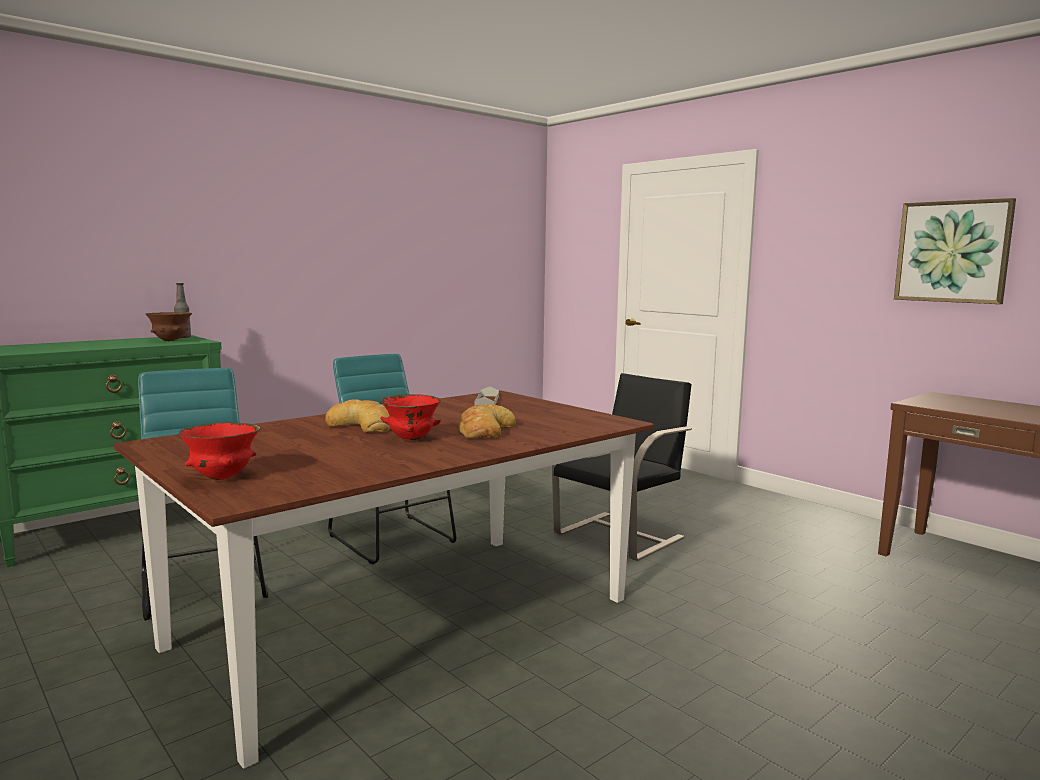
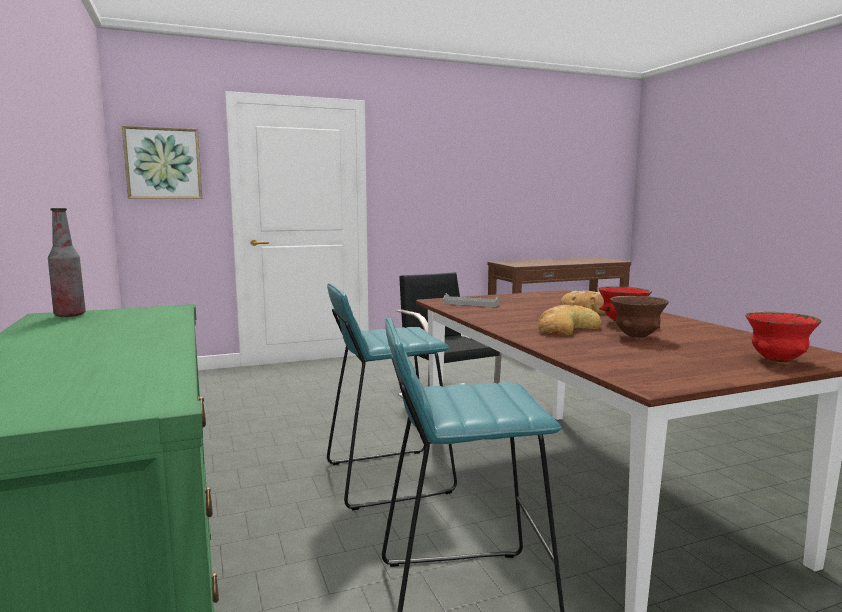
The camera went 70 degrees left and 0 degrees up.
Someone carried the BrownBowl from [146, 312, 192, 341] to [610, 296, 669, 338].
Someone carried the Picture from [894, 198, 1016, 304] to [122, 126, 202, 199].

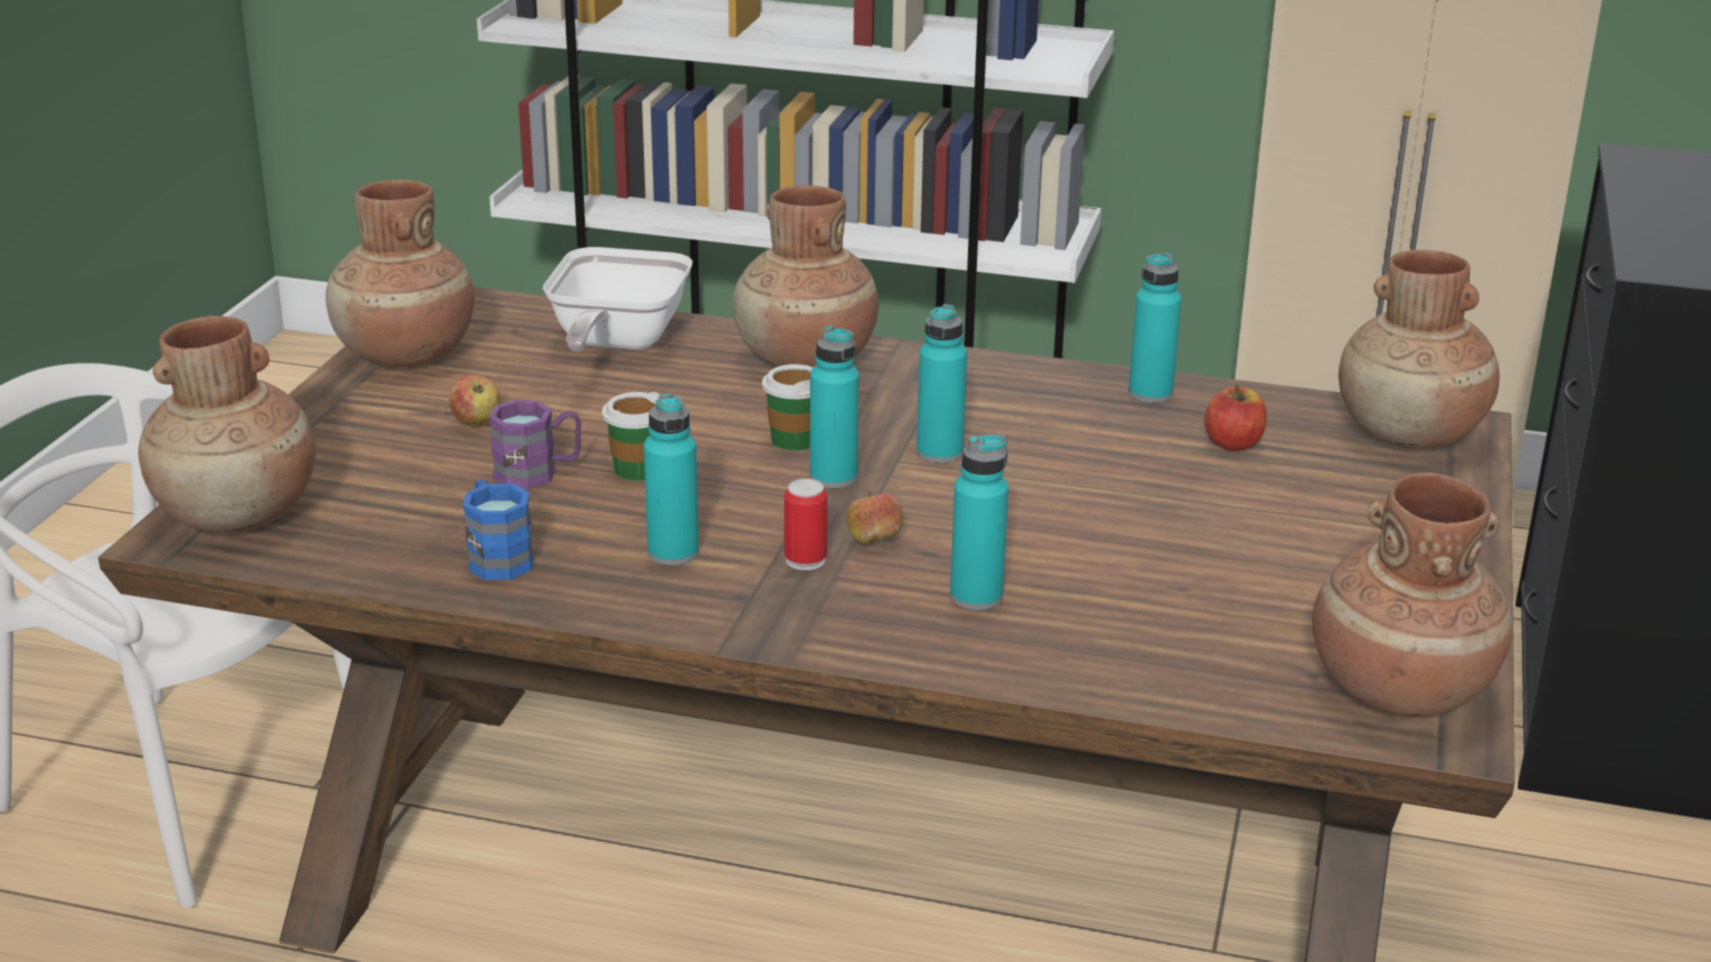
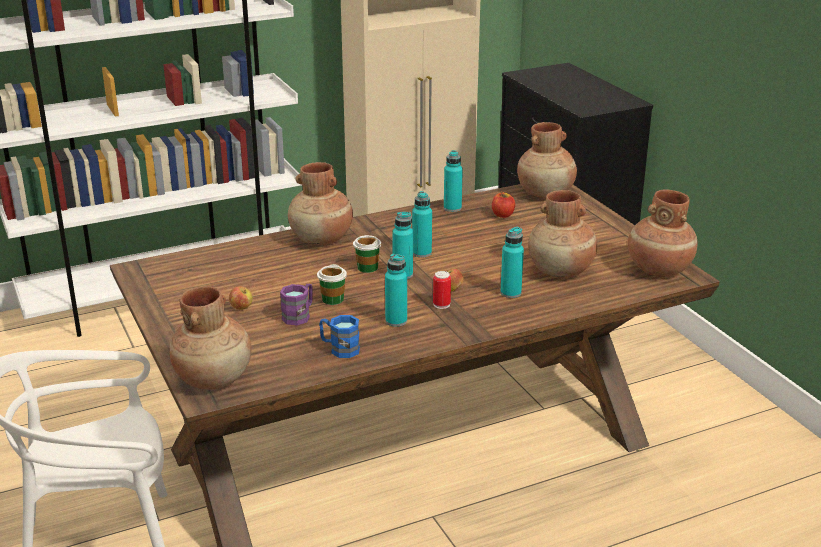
The camera went 40 degrees left and 0 degrees up.
Someone carried the BrownVase from [326, 179, 475, 367] to [528, 190, 597, 278].
Someone took away the FryingPan at [543, 247, 693, 352].

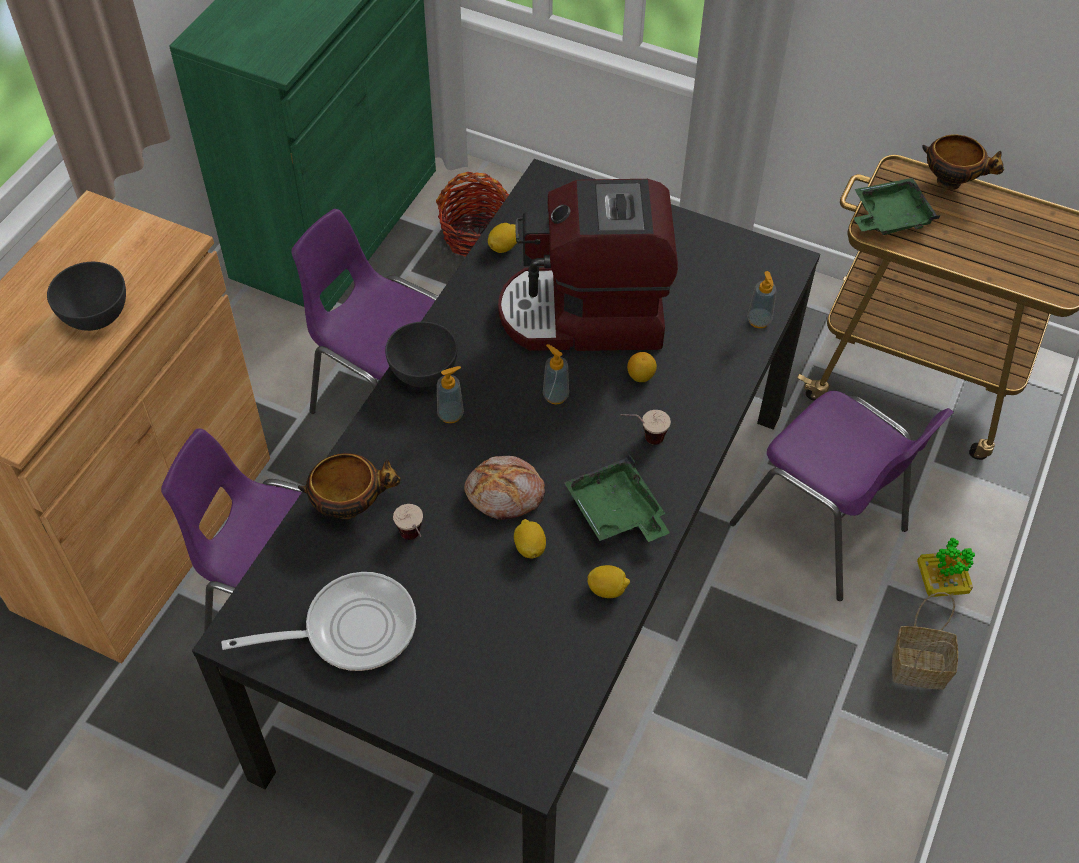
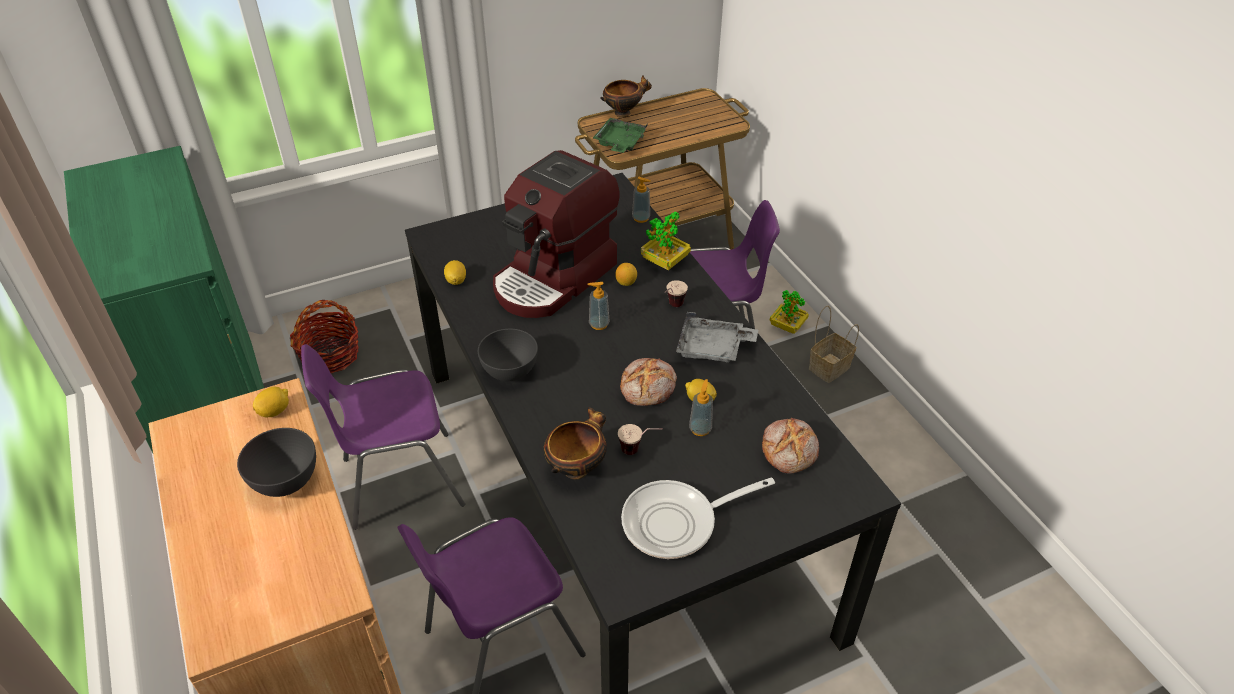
The camera went 50 degrees left and 10 degrees down.
Someone rotated the FryingPan at [221, 572, 416, 671] by 135 degrees counterclockwise.
Someone carried the SoapDispenser from [437, 366, 464, 423] to [689, 379, 713, 436].
Someone repainted the GreenTray at [564, 454, 670, 542], which became the GreyTray at [676, 312, 758, 363].
Someone carried the Lemon from [587, 565, 630, 598] to [253, 387, 289, 417].
Someone put down the PottedPlant at [641, 212, 691, 270].
Someone put down the Bread at [762, 418, 819, 474].

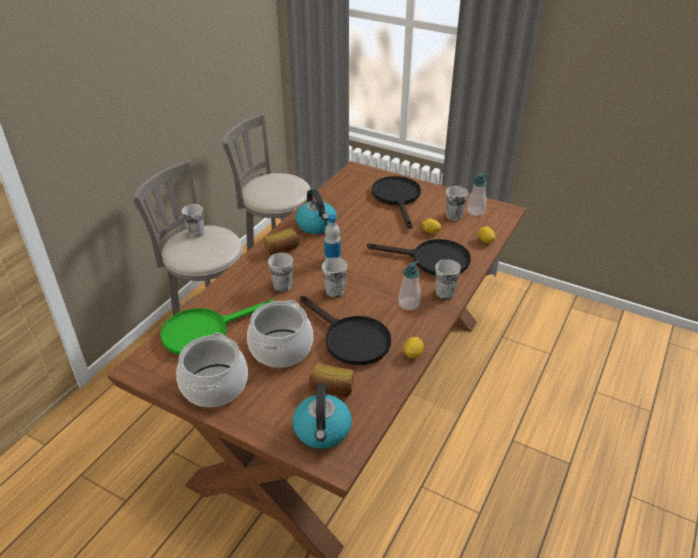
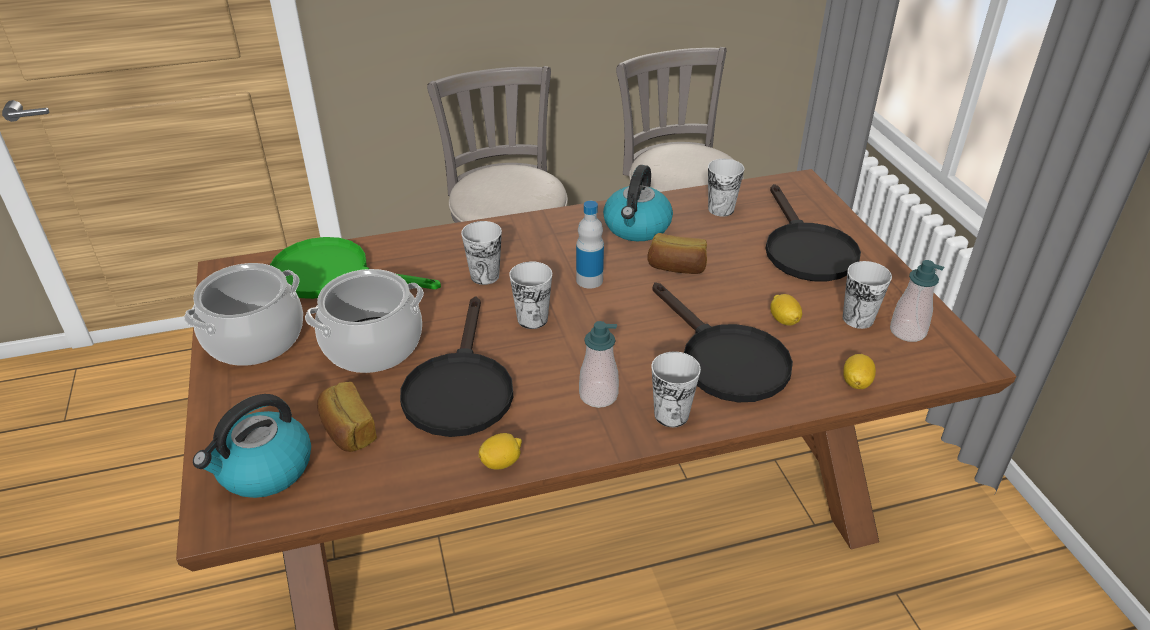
The camera went 45 degrees right and 0 degrees up.
Someone carried the Cup from [182, 204, 204, 238] to [708, 159, 744, 217].
Someone carried the Bread from [264, 228, 300, 256] to [647, 233, 707, 274].
Someone rotated the BlackFryingPan at [372, 176, 421, 229] by 135 degrees clockwise.

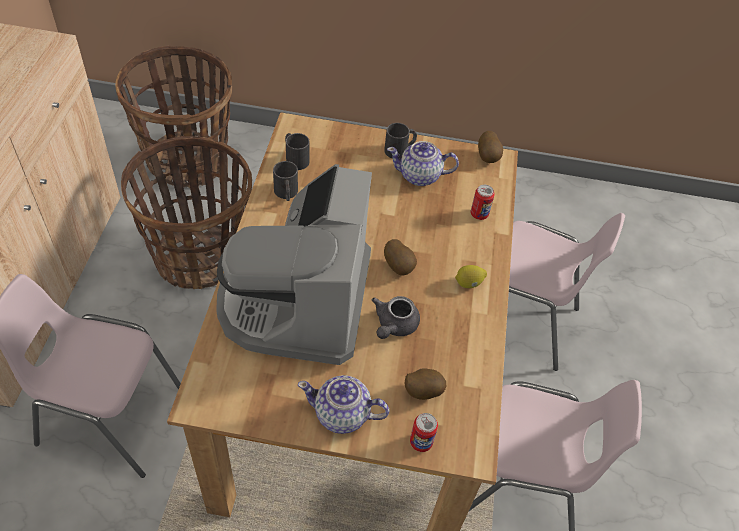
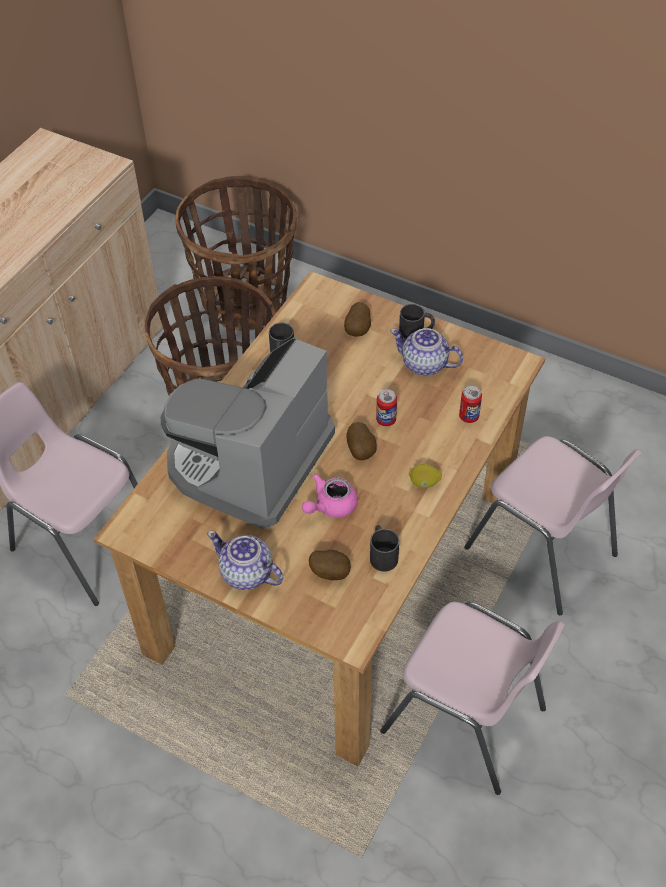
The camera went 25 degrees right and 0 degrees up.
Someone carried the BlackMug from [285, 133, 309, 170] to [370, 525, 399, 572].
Someone repainted the GreyTeapot at [372, 296, 420, 339], which became the PinkTeapot at [302, 473, 358, 518].
Someone carried the Can from [410, 413, 438, 452] to [376, 389, 397, 427].
Someone carried the Potato from [478, 131, 503, 163] to [344, 302, 371, 337].

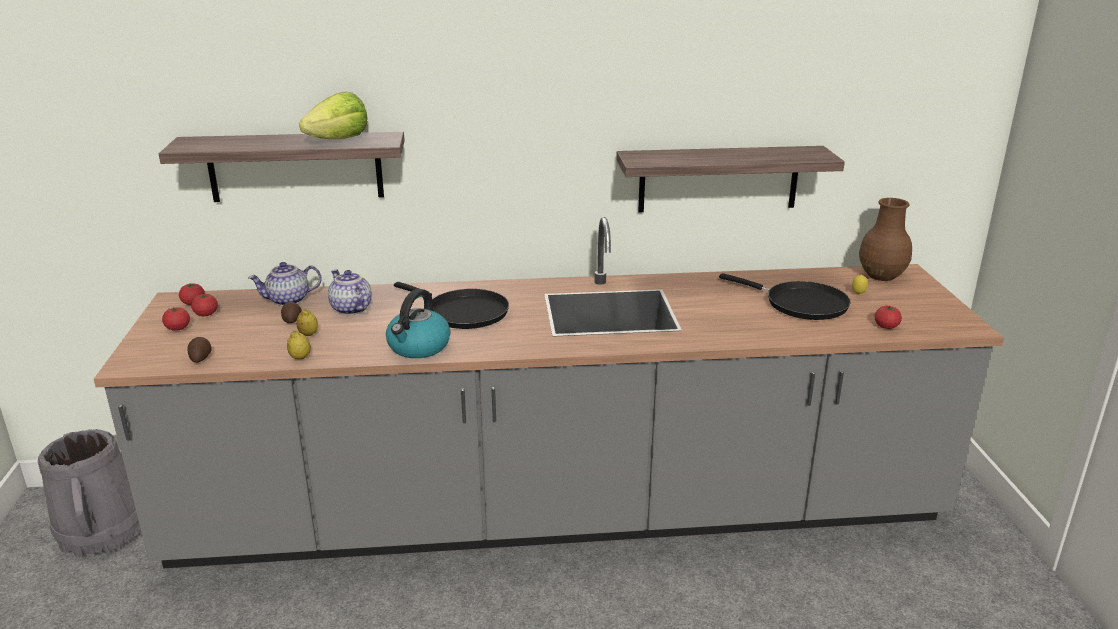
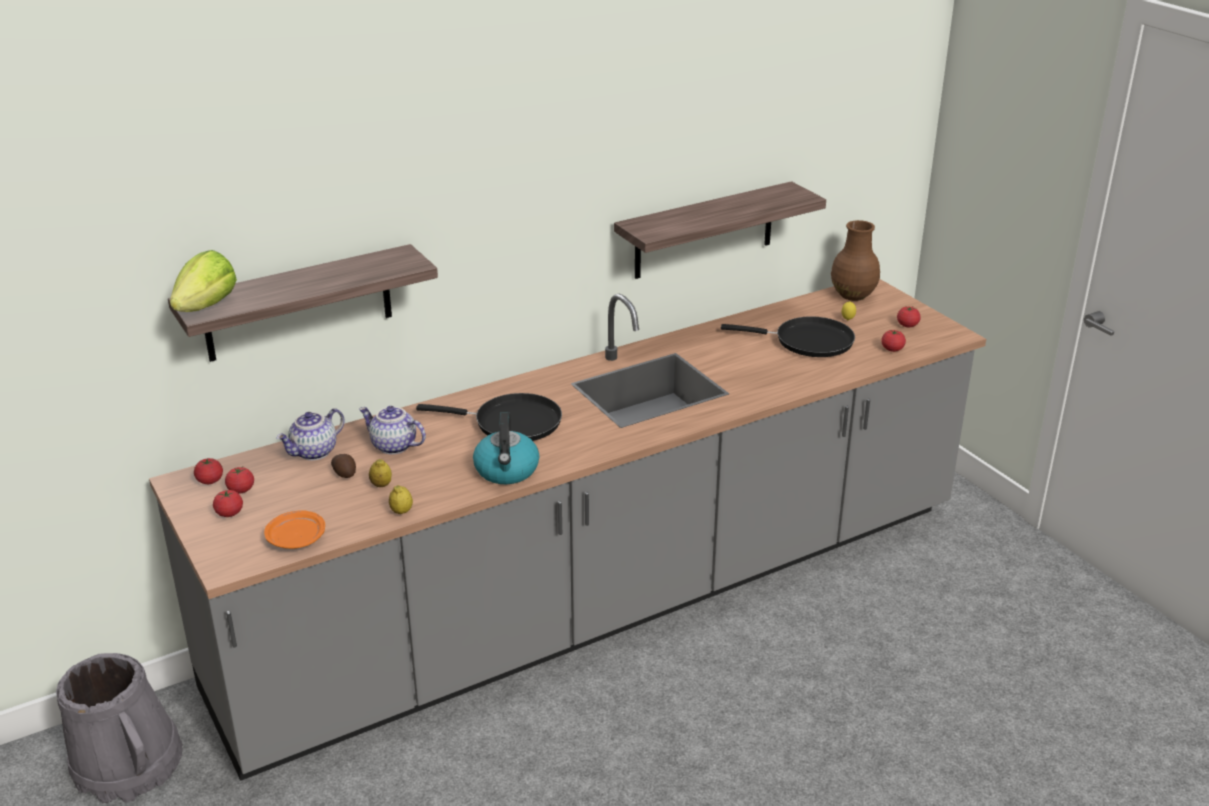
The camera went 25 degrees left and 5 degrees up.
Someone swapped the Potato at [187, 337, 212, 363] for the OrangePlate at [264, 510, 325, 549].
Someone carried the Lettuce from [299, 92, 368, 139] to [170, 250, 237, 312].
Someone put down the Tomato at [897, 306, 921, 327].

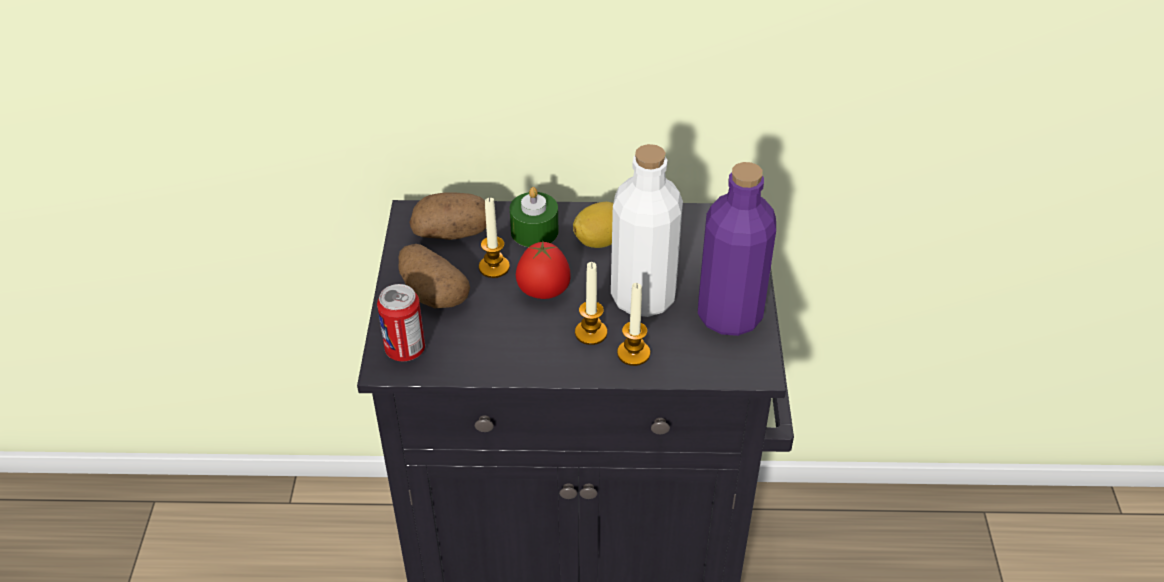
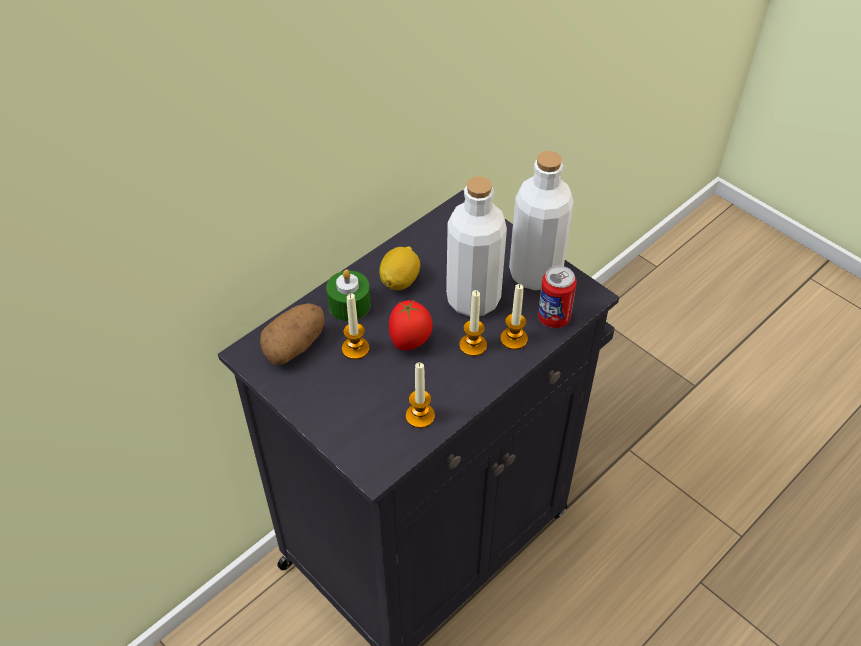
The camera went 45 degrees left and 5 degrees up.
Someone carried the Can from [377, 284, 425, 361] to [538, 266, 577, 328].
Someone took away the Potato at [398, 244, 470, 308].
Someone repainted the PurpleBottle at [698, 162, 776, 336], which became the WhiteBottle at [509, 151, 574, 290].
Someone put down the Candle at [406, 362, 435, 428].

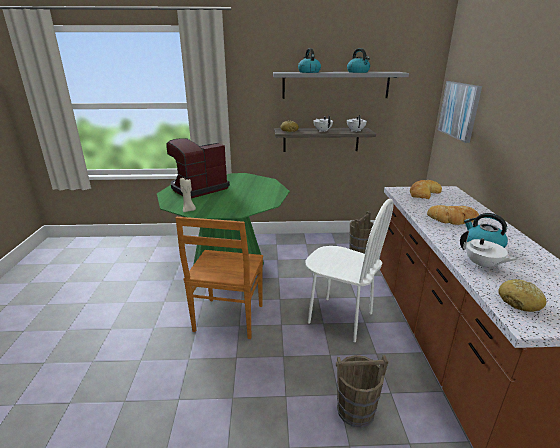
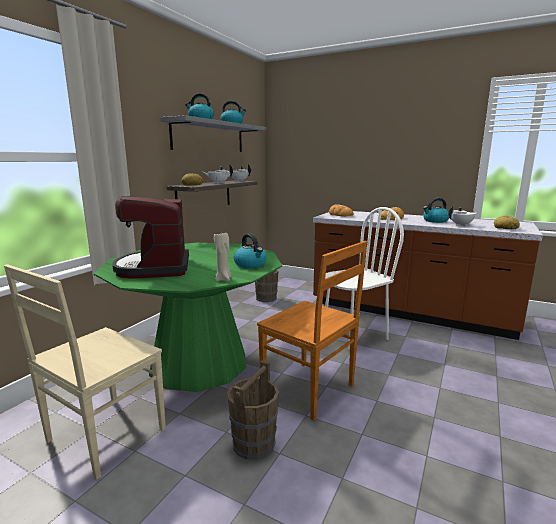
The camera went 60 degrees left and 10 degrees down.
Someone carried the BrownBucket from [336, 355, 388, 428] to [227, 361, 279, 460].
Someone took away the Picture at [438, 81, 482, 143].
Someone put down the BeigeChair at [4, 264, 166, 480].
Someone put down the Kettle at [234, 233, 267, 268].

